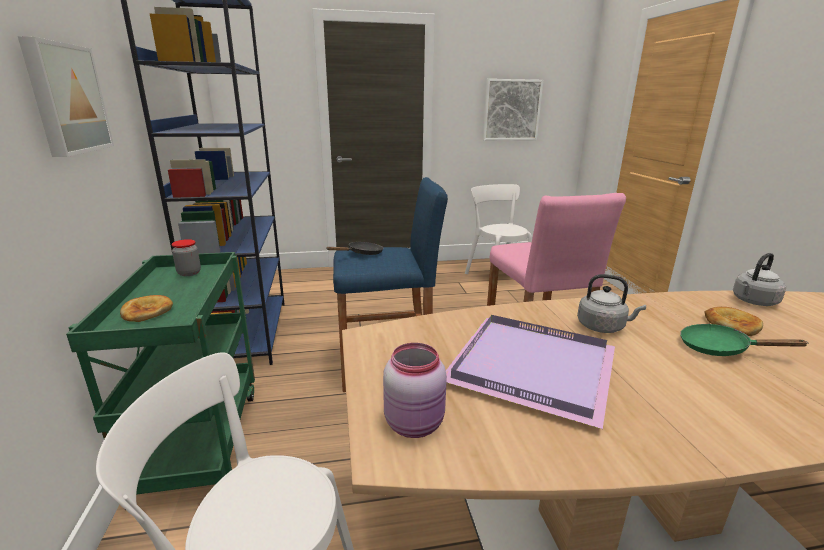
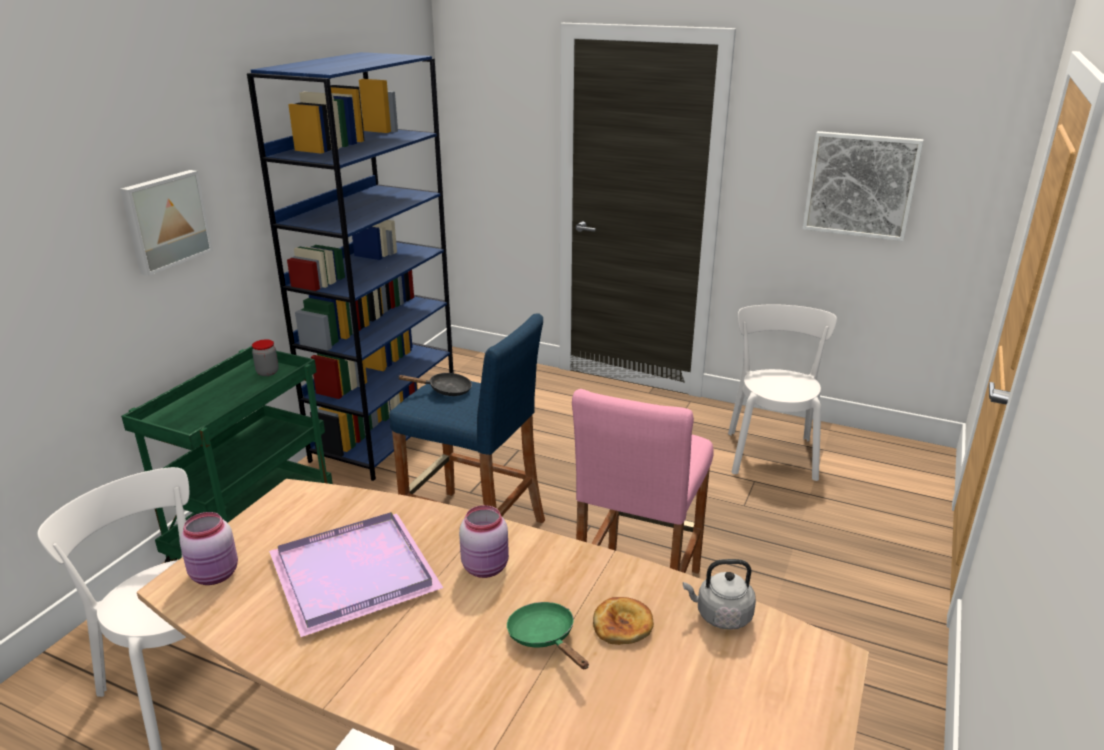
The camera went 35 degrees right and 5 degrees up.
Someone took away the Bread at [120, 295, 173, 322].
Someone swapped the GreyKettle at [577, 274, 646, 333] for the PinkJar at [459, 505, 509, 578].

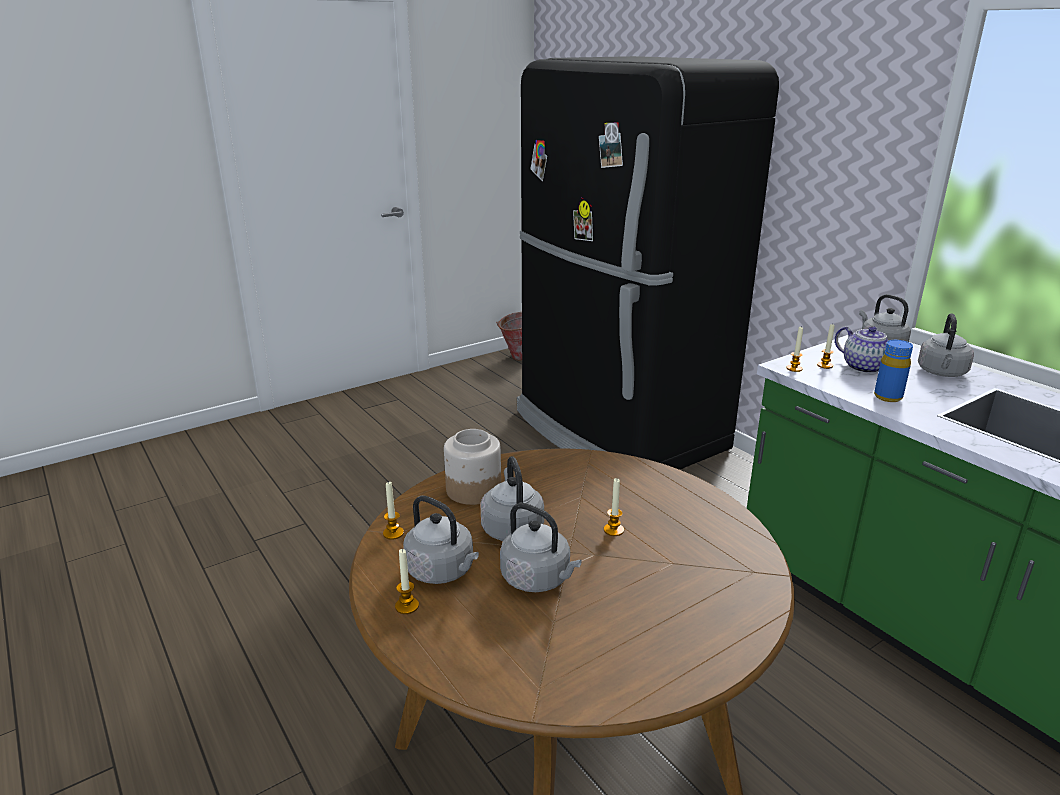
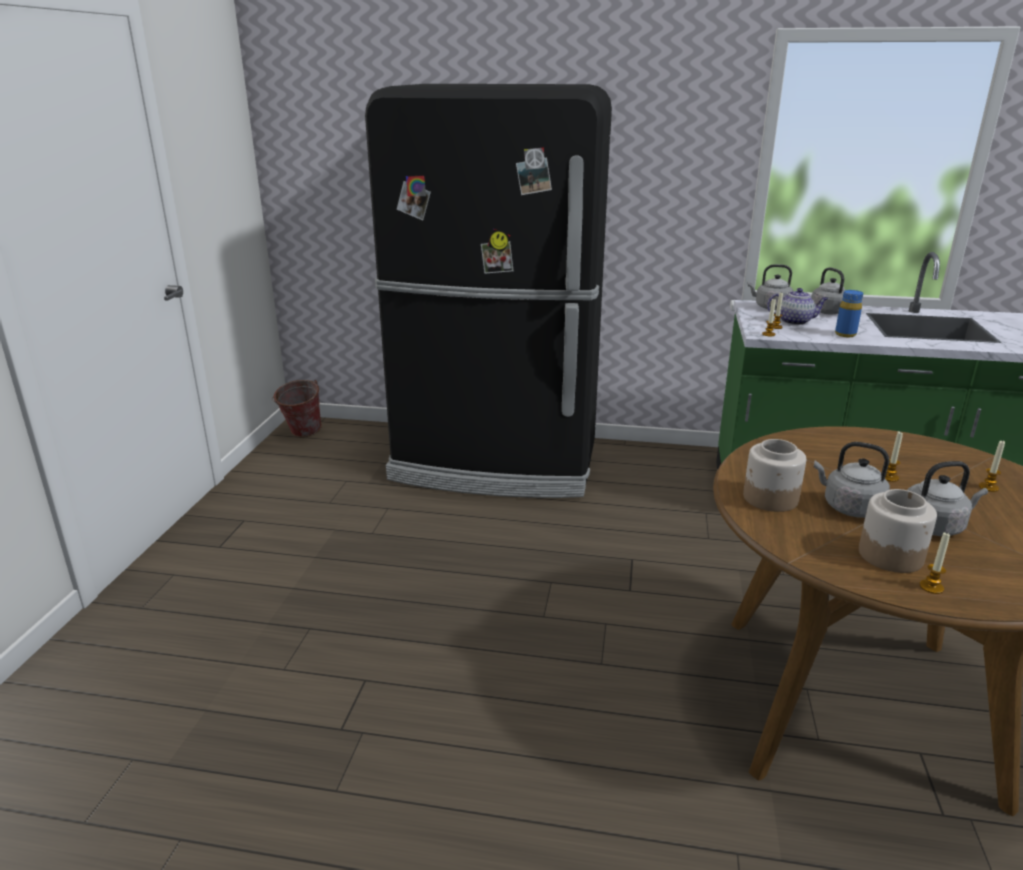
The camera went 45 degrees left and 0 degrees up.
Someone carried the Candle from [383, 481, 404, 540] to [979, 440, 1005, 492].
Someone swapped the GreyKettle at [403, 496, 479, 584] for the Jar at [859, 489, 937, 573].

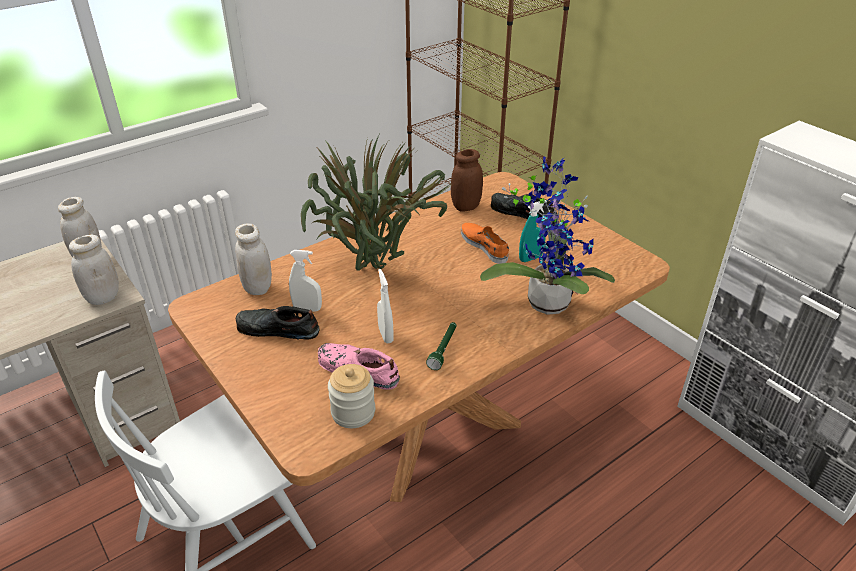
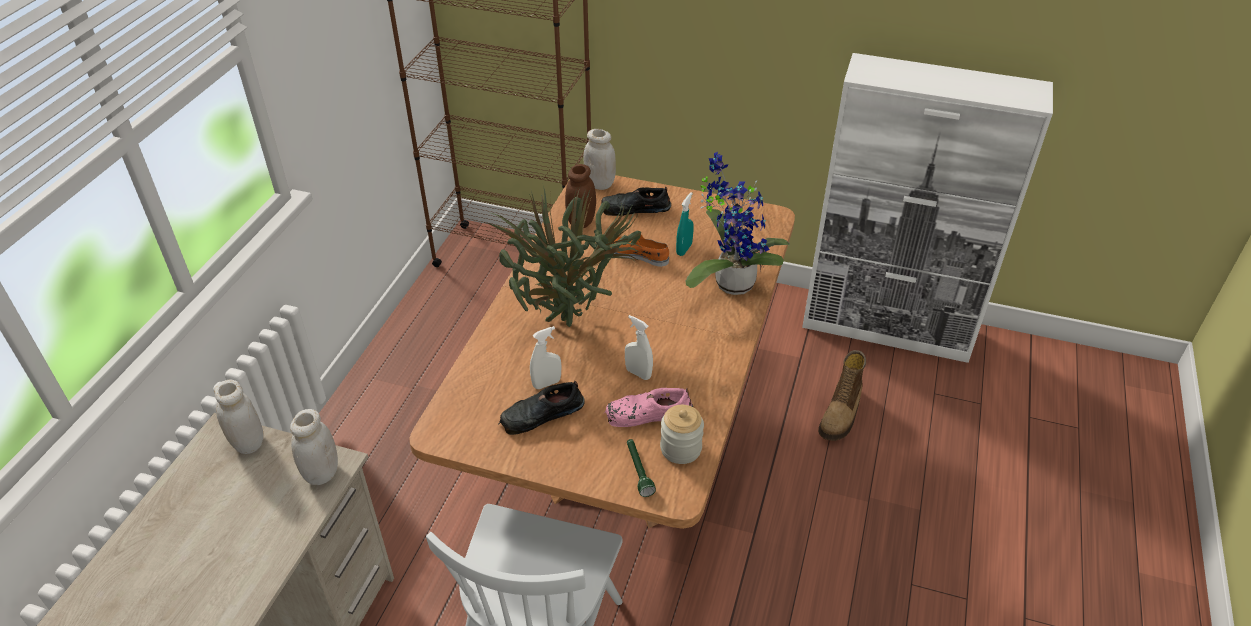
The camera went 35 degrees left and 5 degrees up.
Someone carried the WhiteJar from [235, 223, 272, 295] to [584, 129, 616, 190].
Someone carried the GreenFlashlight from [426, 322, 457, 370] to [627, 439, 656, 497].
Someone put down the Boot at [818, 350, 866, 441].

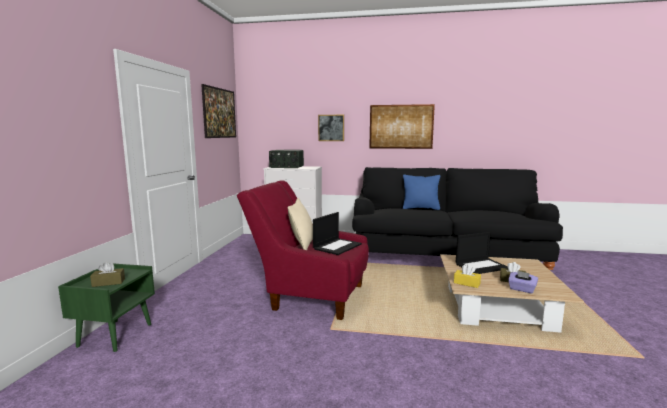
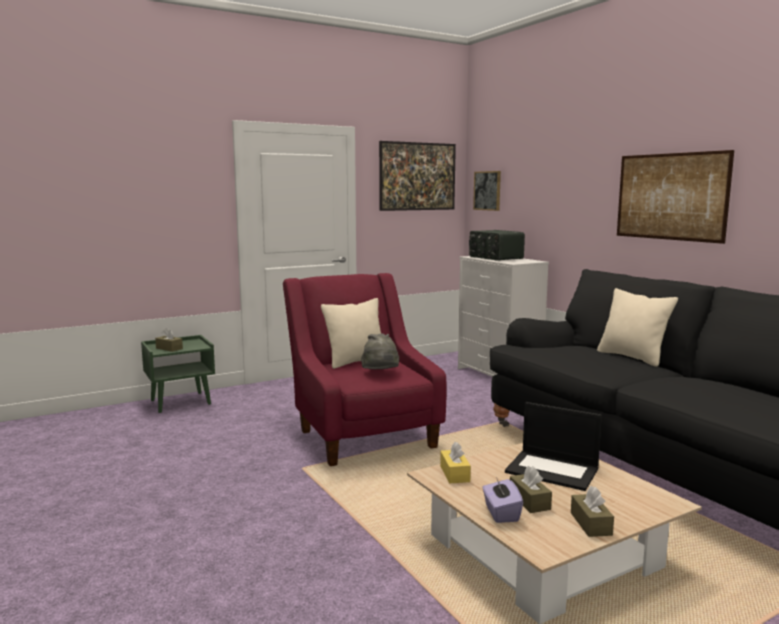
The camera went 50 degrees right and 0 degrees up.
Someone swapped the Laptop at [313, 212, 362, 255] for the GreyHat at [361, 334, 399, 369].
Someone carried the Picture from [318, 115, 344, 141] to [473, 171, 501, 211].
Someone repainted the BluePillow at [403, 175, 440, 210], which became the BeigePillow at [597, 288, 678, 367].
Someone put down the BrownTissueBox at [571, 486, 614, 537].

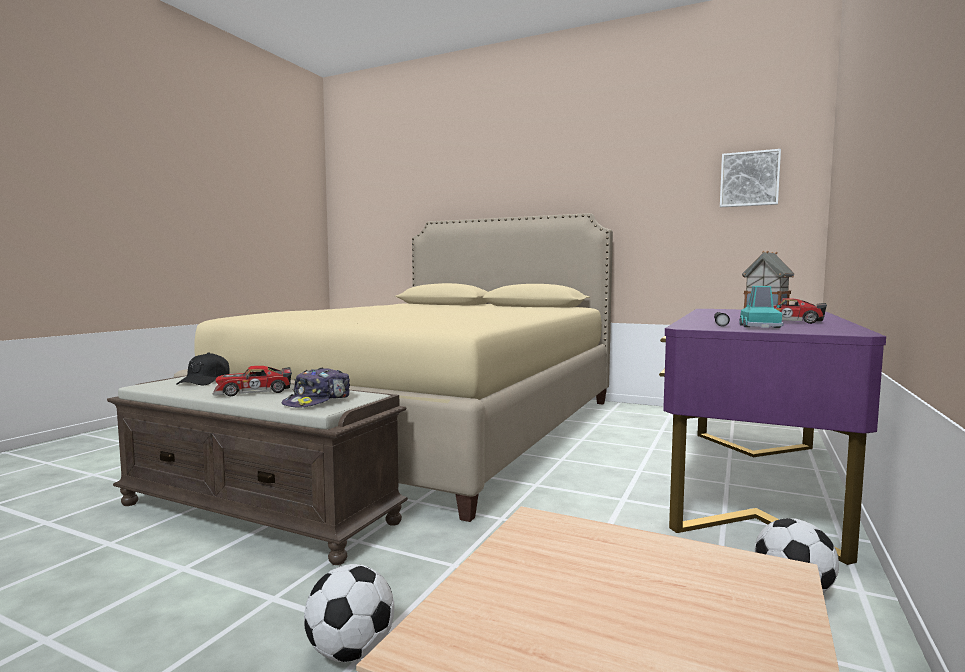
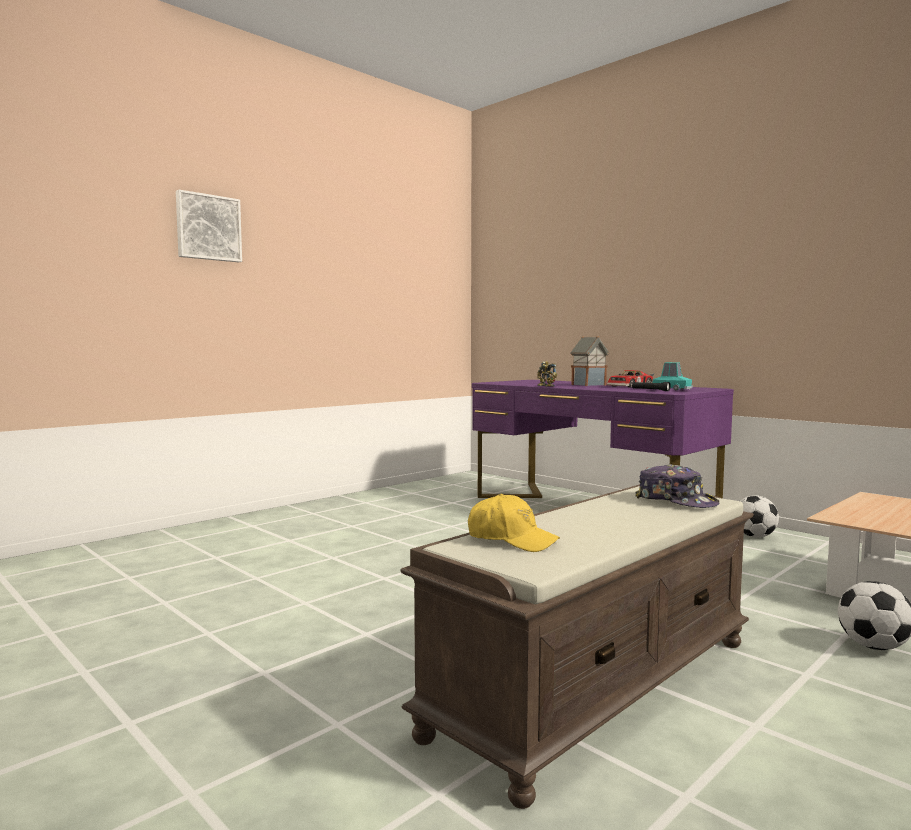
The camera went 70 degrees left and 0 degrees up.
Someone took away the BeigeBed at [173, 213, 613, 522].
Someone repainted the BlackCap at [176, 352, 230, 386], which became the YellowCap at [468, 494, 560, 552].
Someone took away the ToyCar at [213, 366, 292, 396].
Someone carried the Picture from [720, 149, 781, 207] to [176, 190, 242, 262].
Someone put down the ToyRobot at [537, 361, 557, 387].

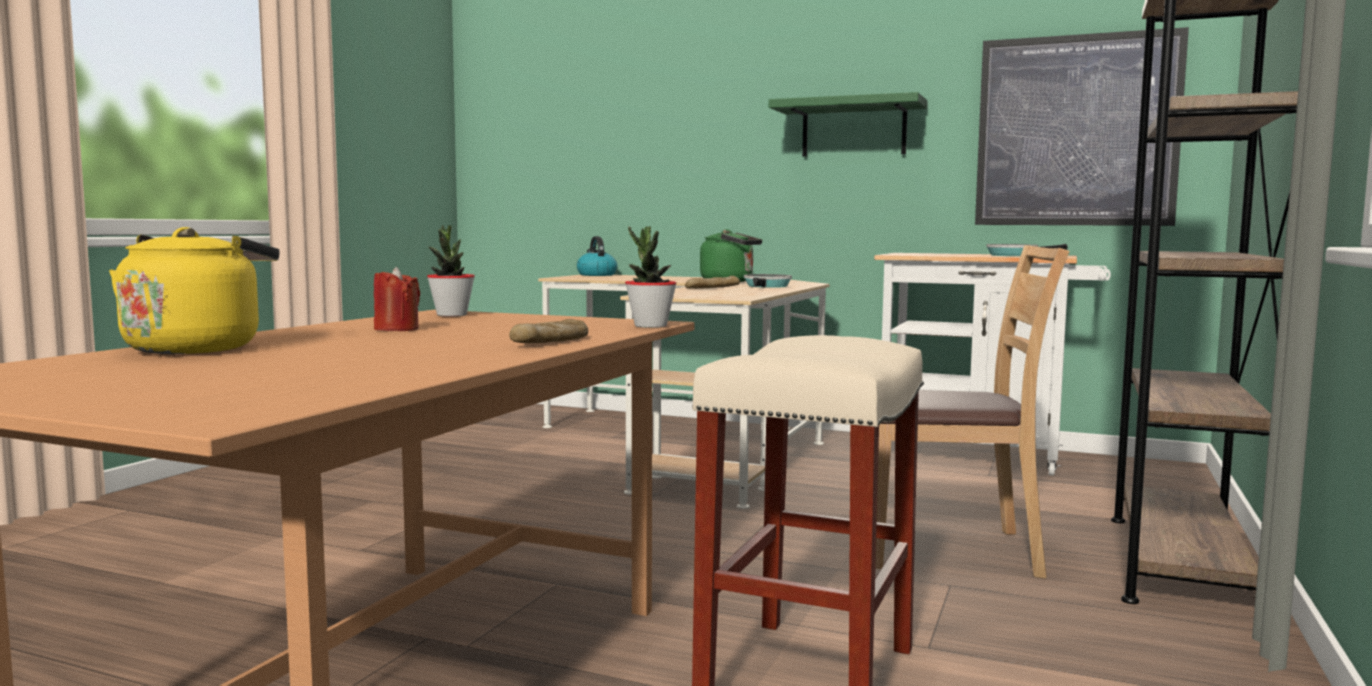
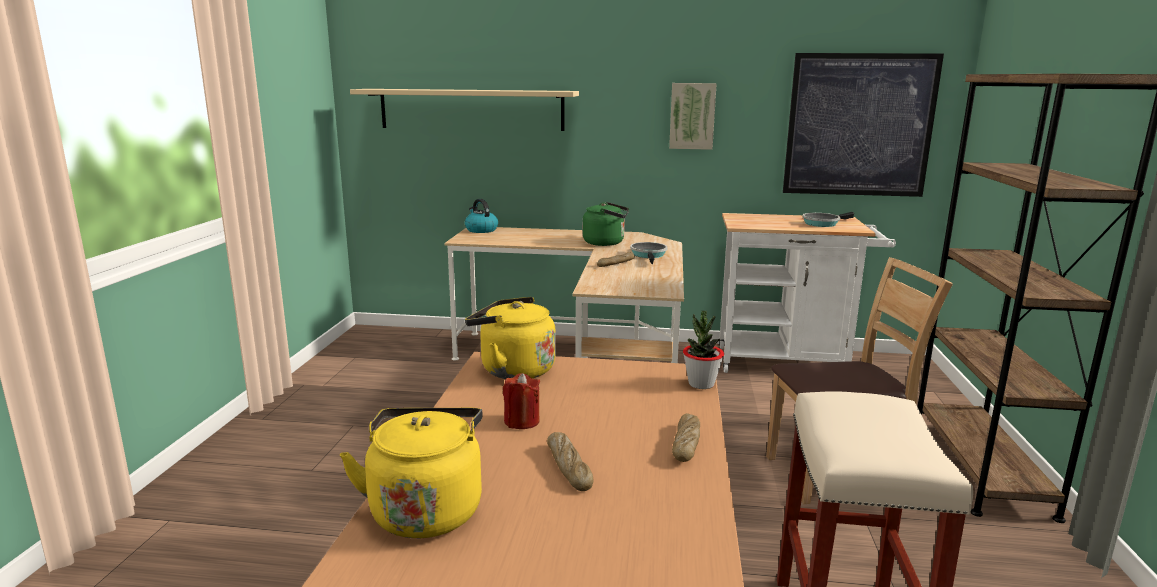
The camera went 15 degrees left and 10 degrees up.
Someone swapped the PottedPlant at [427, 225, 475, 317] for the YellowKettle at [465, 297, 556, 379].
Someone swapped the GreenShelf at [769, 92, 928, 156] for the Picture at [669, 83, 717, 150].
Someone put up the BeigeShelf at [350, 89, 579, 131].
Someone put down the Bread at [547, 432, 594, 491].

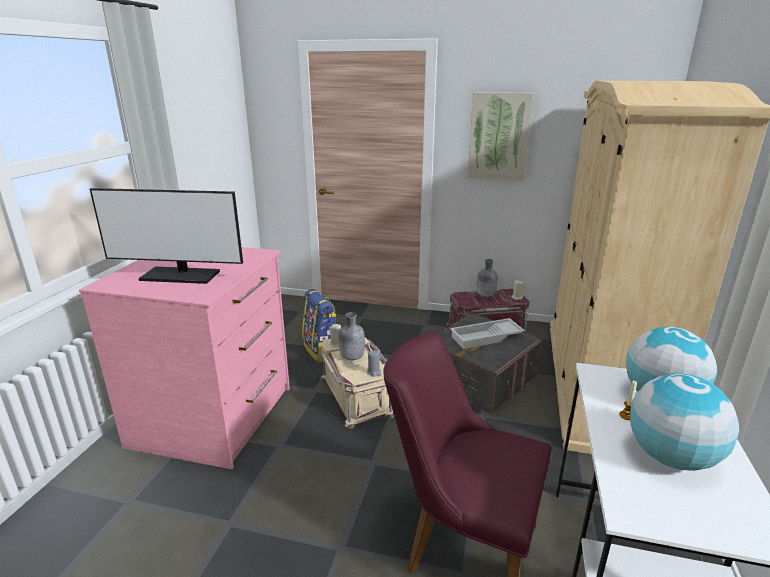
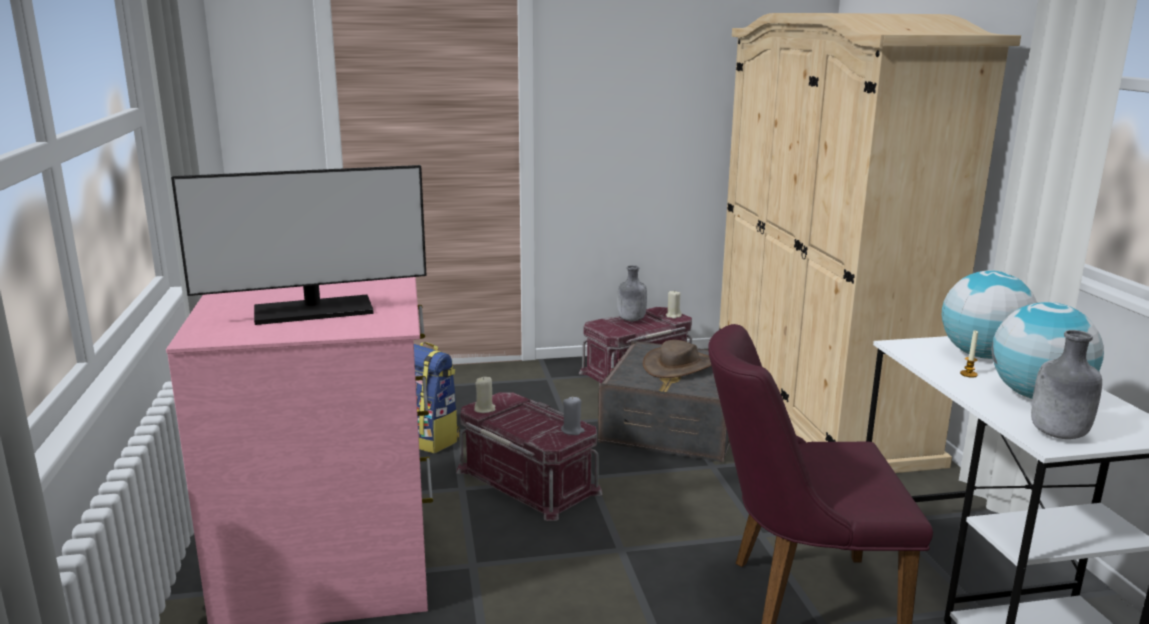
The camera went 25 degrees left and 5 degrees down.
Someone repainted the BeigeStorageBox at [320, 337, 394, 429], which became the RedStorageBox at [456, 392, 602, 521].
Someone carried the GreyBottle from [339, 312, 365, 360] to [1031, 330, 1102, 439].
Someone swapped the WhiteTray at [450, 318, 525, 349] for the BrownHat at [643, 340, 711, 378].
Someone took away the Picture at [468, 92, 534, 181].

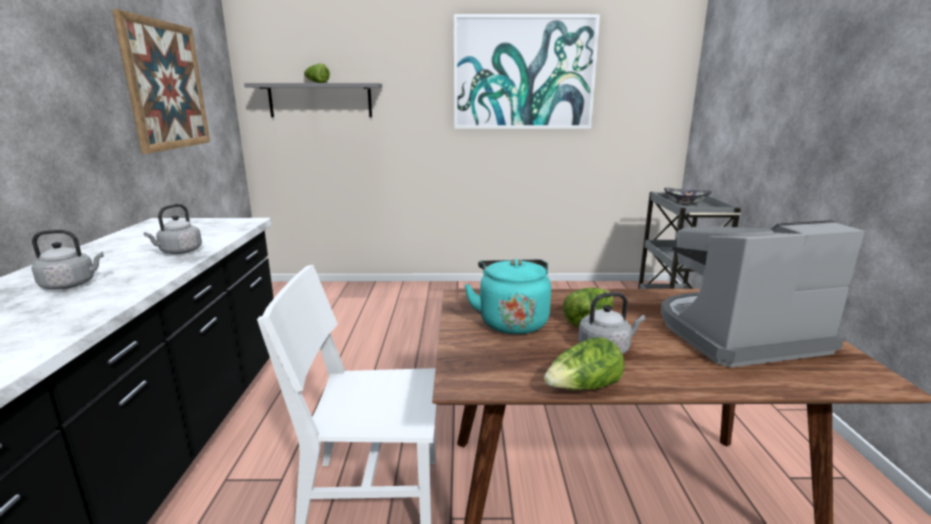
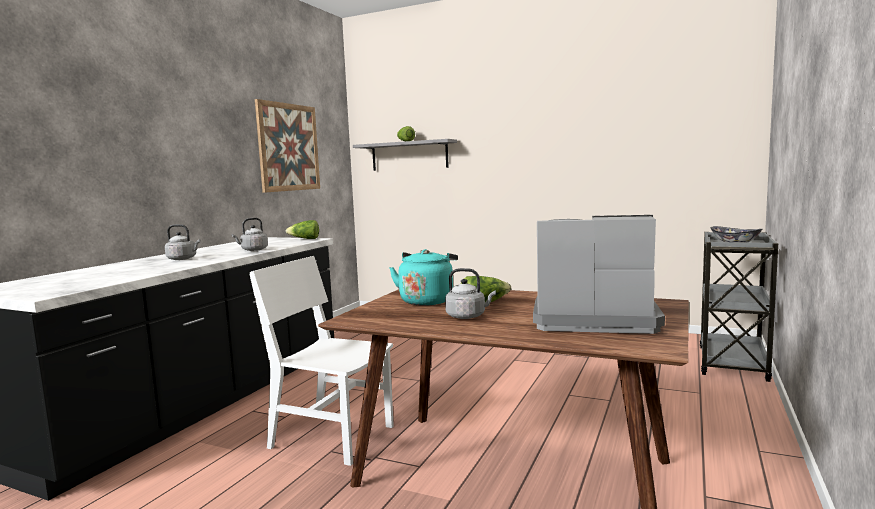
The camera went 25 degrees right and 10 degrees down.
Someone took away the Picture at [453, 14, 600, 129].
Someone carried the Lettuce from [544, 337, 625, 390] to [286, 220, 319, 239].

